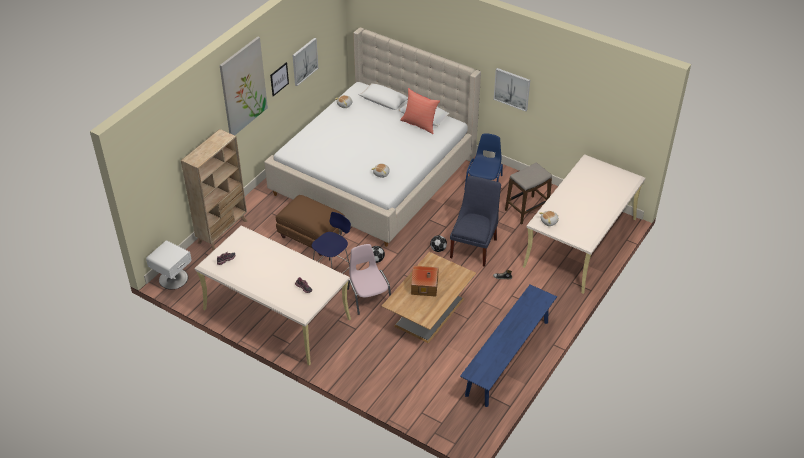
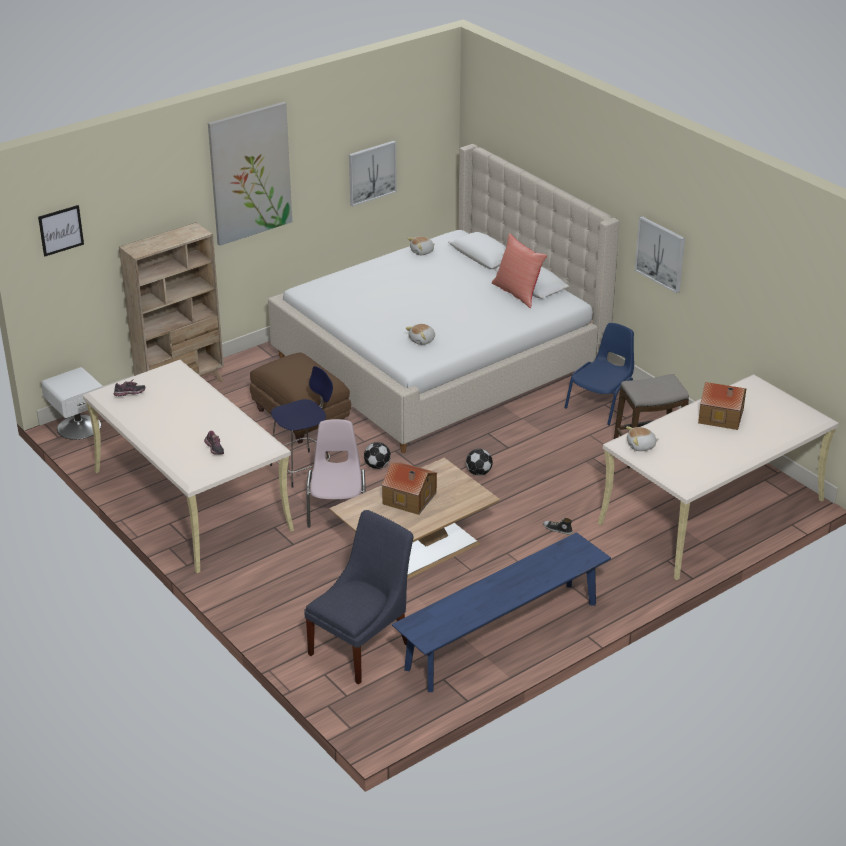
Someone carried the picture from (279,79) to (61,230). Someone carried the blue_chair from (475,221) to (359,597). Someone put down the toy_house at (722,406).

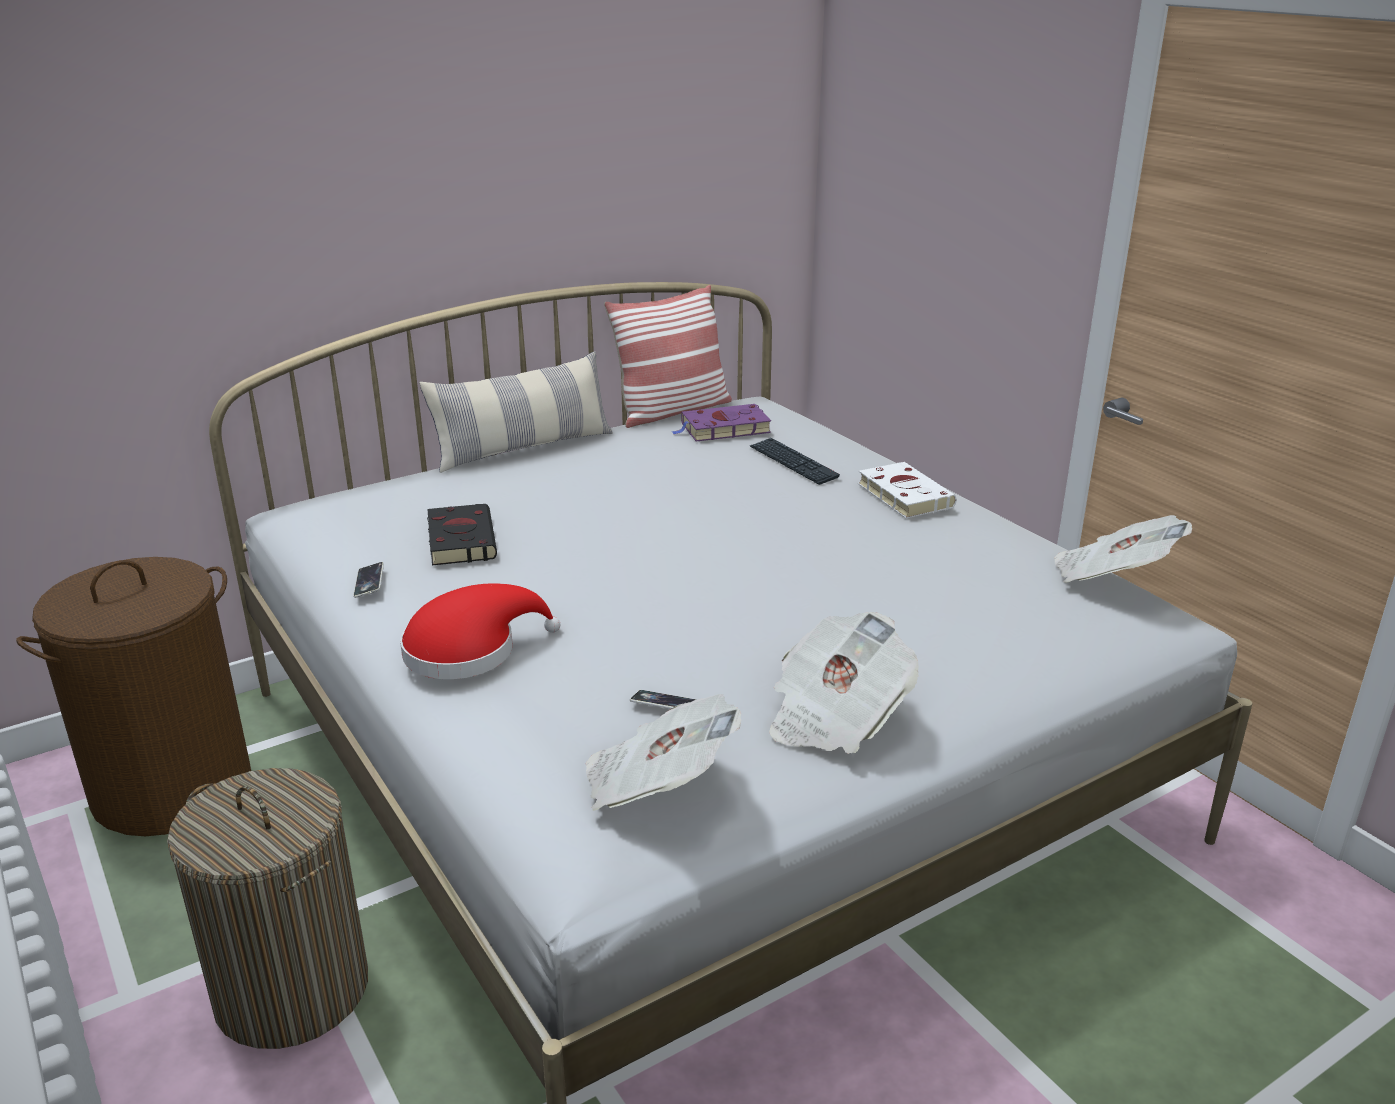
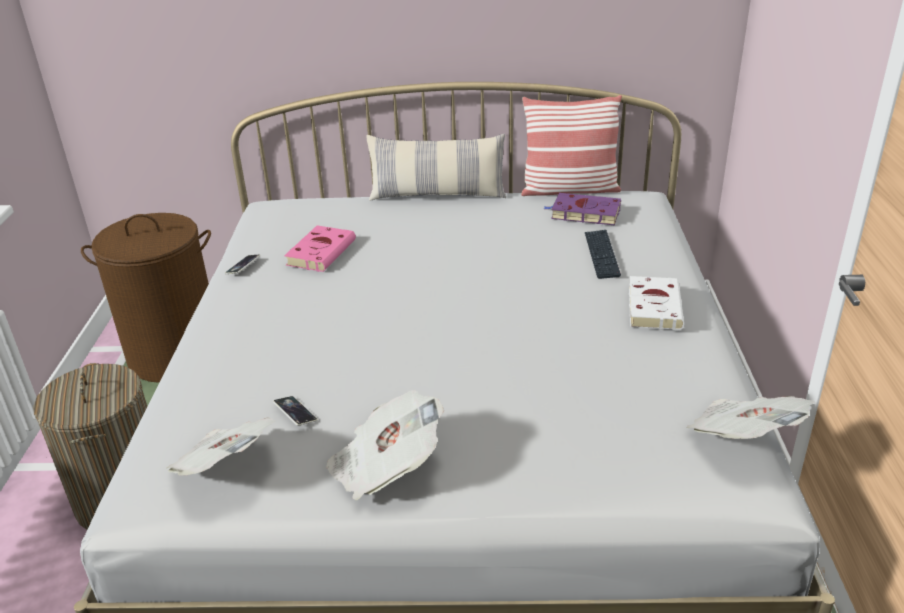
Someone repainted the black_book at (462,534), which became the pink_book at (320,248). Someone took away the red_hat at (480,631).

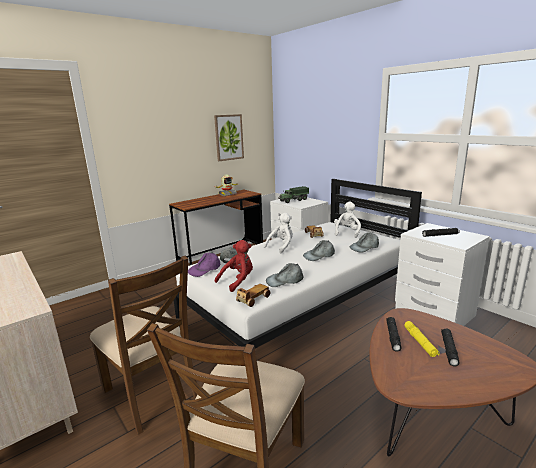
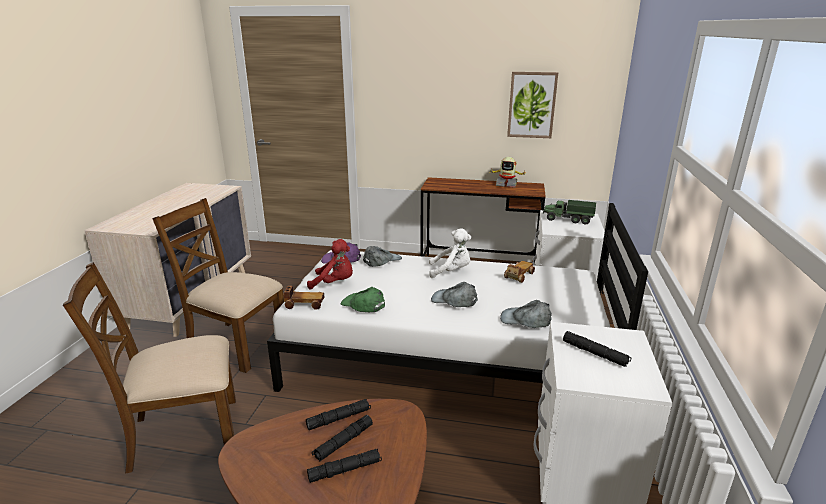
Someone rotated the brown_chair at (144,345) by 105 degrees clockwise. Someone repainted the yellow_flashlight at (422,339), which became the black_flashlight at (342,438). Someone repainted the grey_cap at (285,275), which became the green_cap at (363,299). Someone took away the white_plush_toy at (347,219).

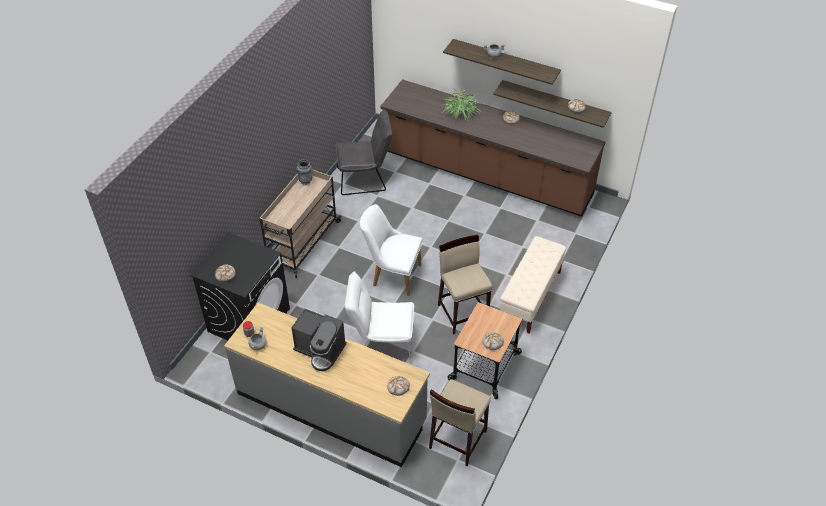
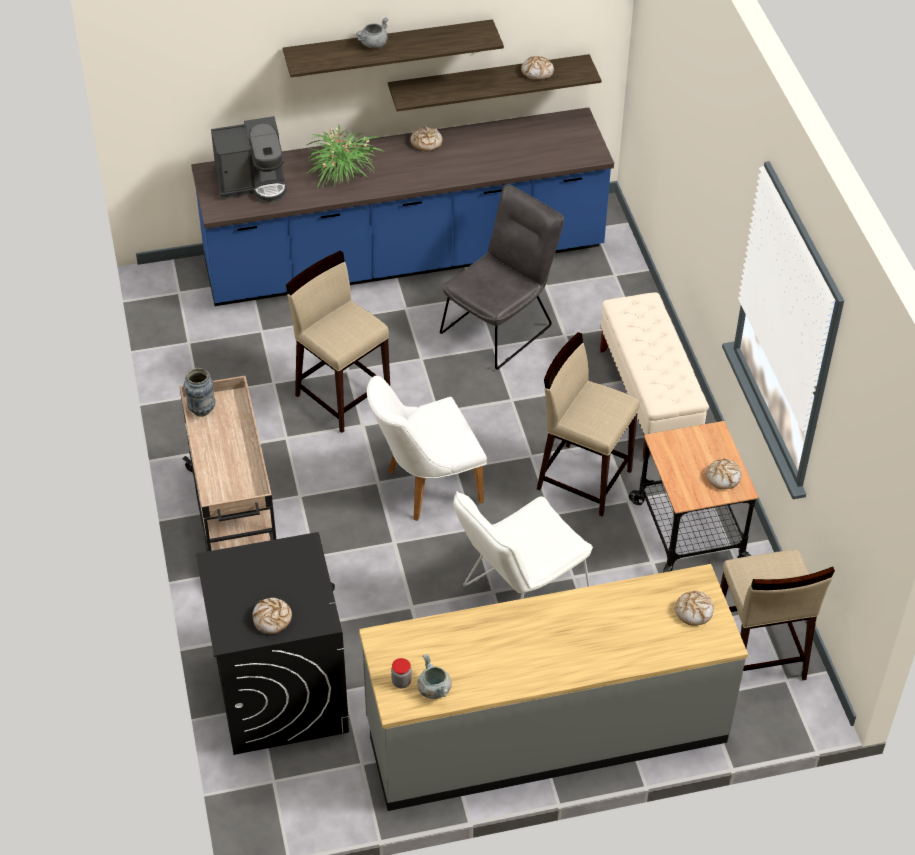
Someone repainted the brown_counter at (493,148), which became the blue_counter at (402,206). Someone carried the coffee_machine from (319,340) to (249,159). Someone put down the beige_stool at (338,342). Someone carried the grey_chair from (364,152) to (502,277).

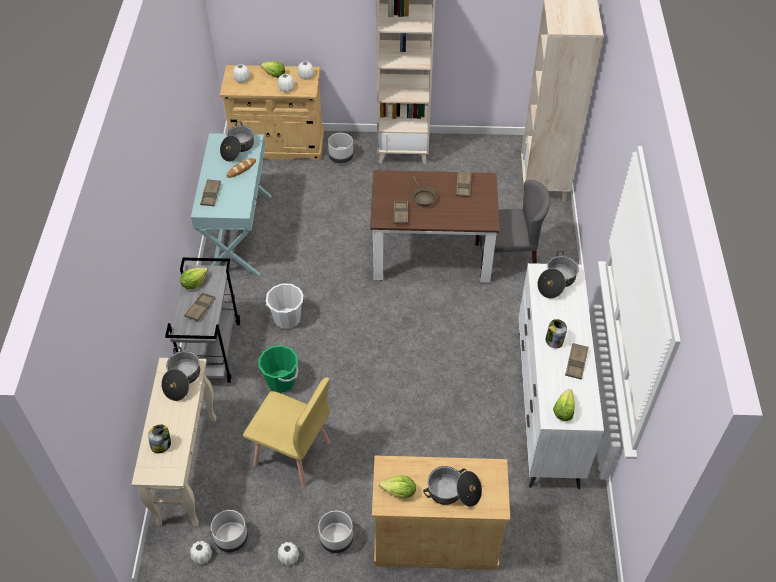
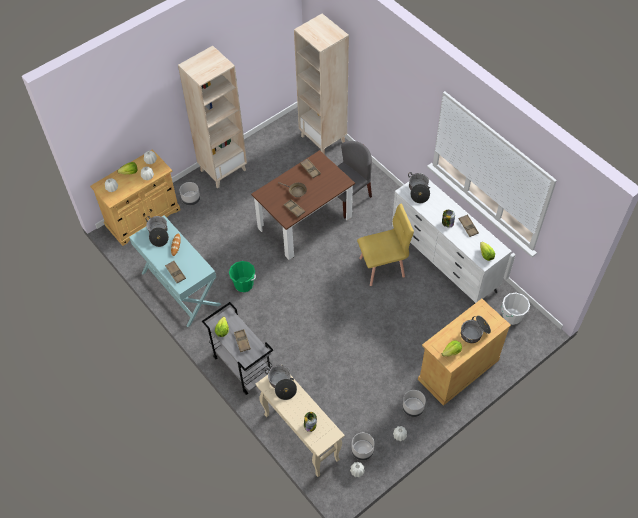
Someone carried the green_bucket from (278,369) to (242,276). Someone carried the yellow_chair from (286,432) to (385,245). Someone carried the white_bucket from (284,306) to (515,309).

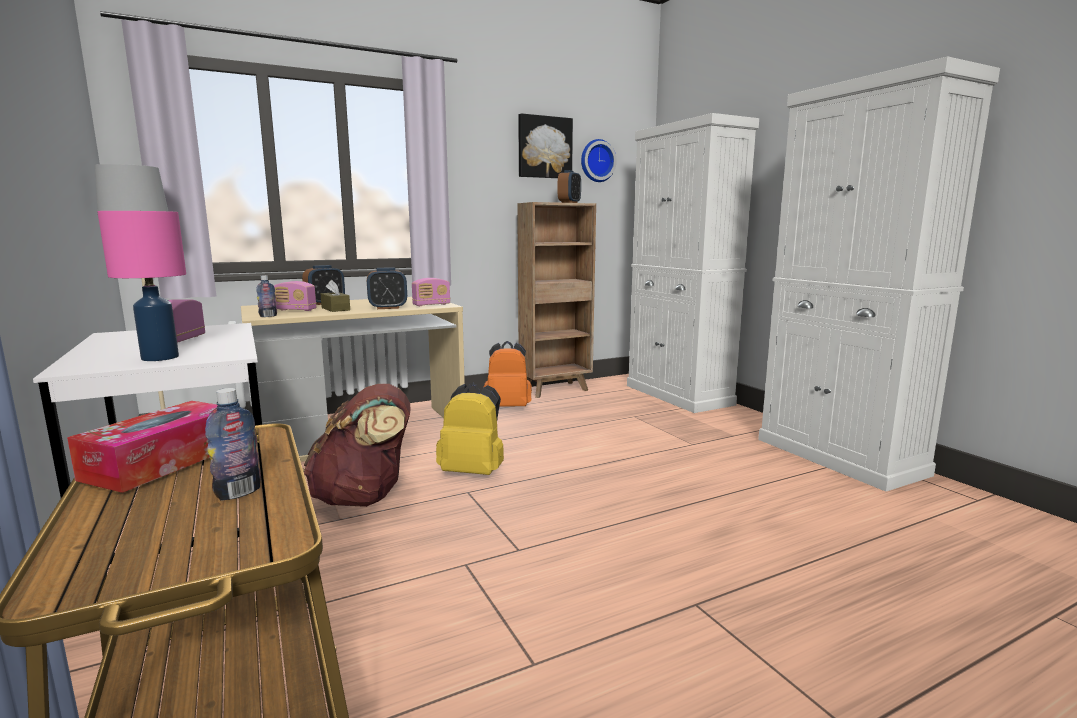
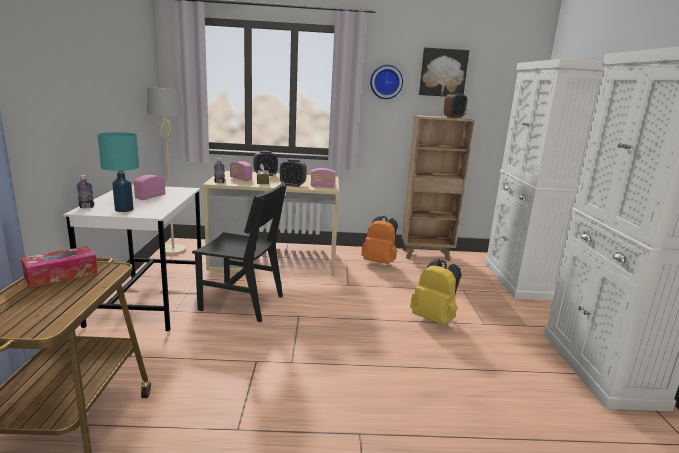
Someone carried the bottle from (233,444) to (85,191). Someone repainted the pink_table_lamp at (141,286), which became the turquoise_table_lamp at (118,172). Someone swapped the brown_backpack at (356,445) for the black_chair at (239,252). Someone carried the wall_clock from (599,160) to (386,82). Someone carried the yellow_backpack from (470,429) to (436,292).

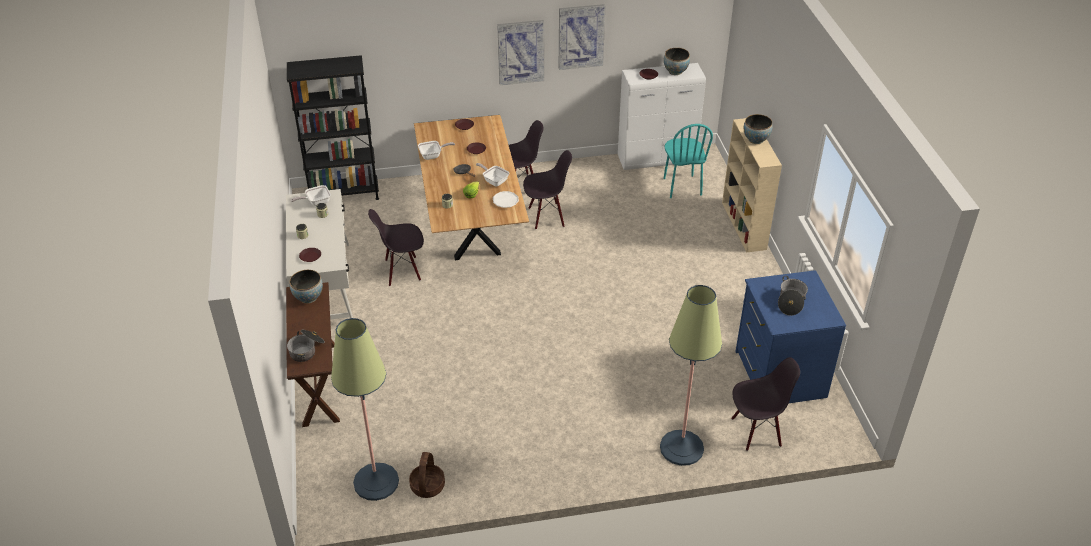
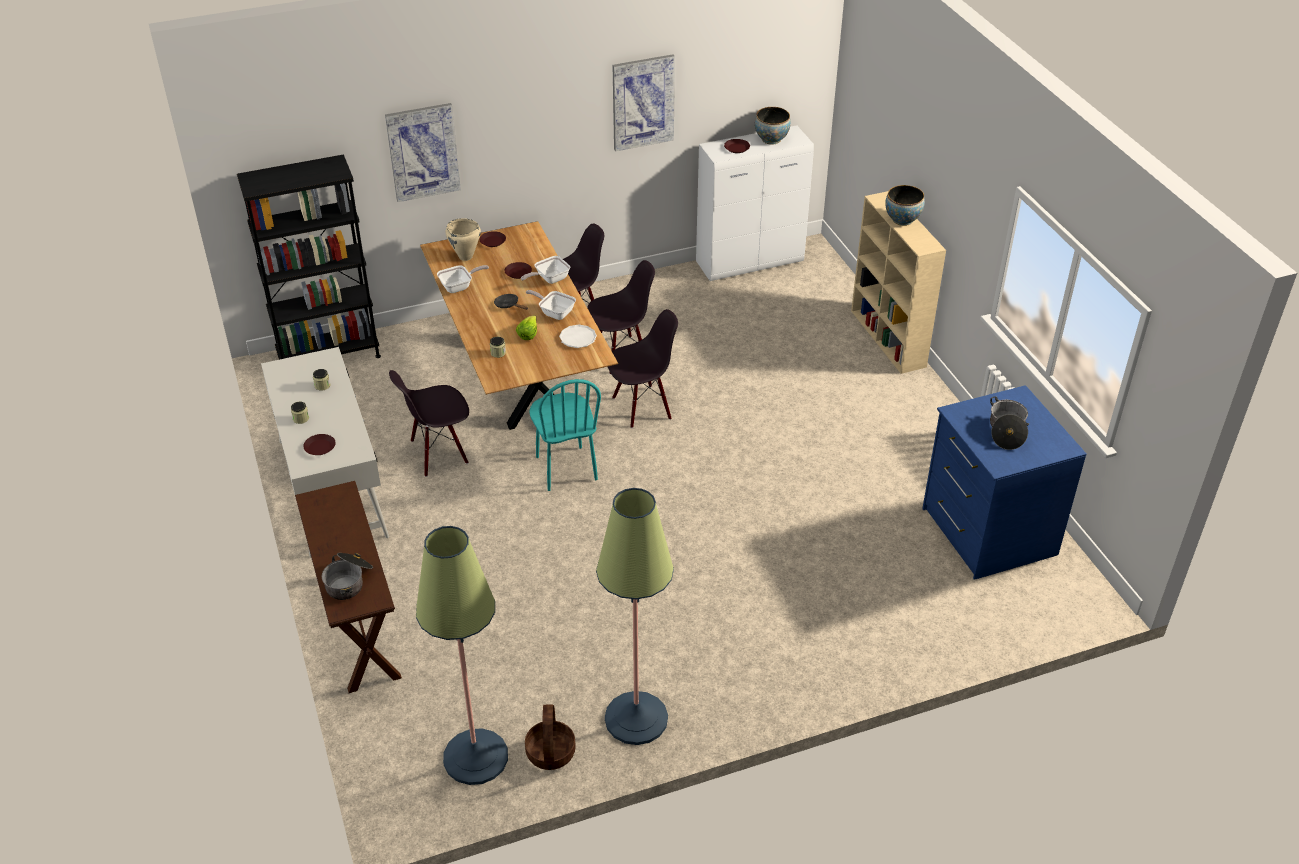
Someone carried the picture from (520,52) to (423,152). Someone put down the beige_cooking_pot at (463,239). Someone carried the frying_pan from (311,195) to (545,270). Someone carried the turquoise_chair from (688,161) to (565,435). Someone carried the floor_lamp from (691,375) to (635,616). Someone carried the black_chair from (765,404) to (643,368). Someone took away the bowl at (306,287).

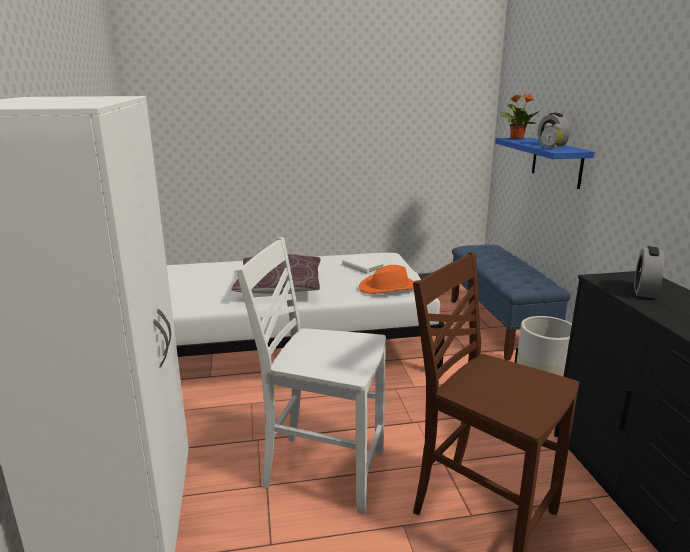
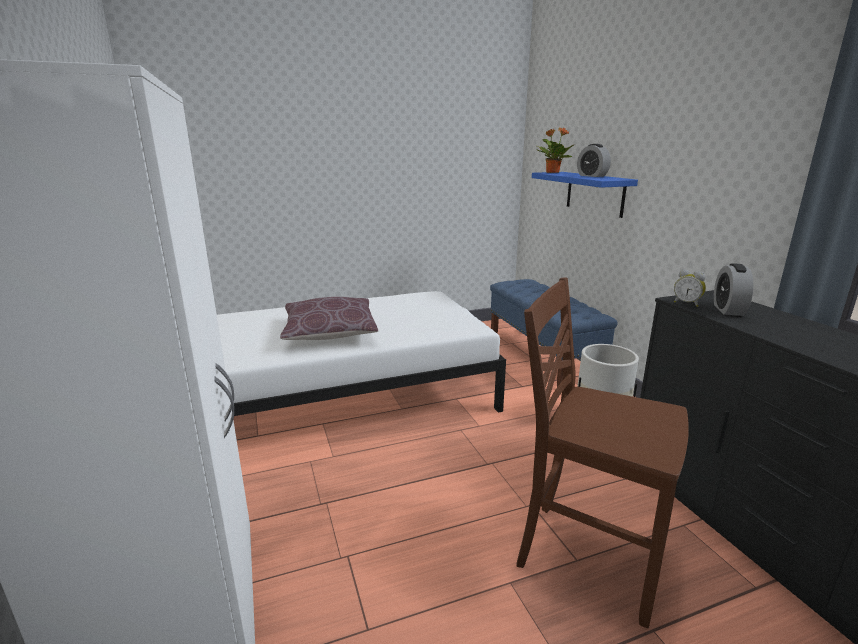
Someone carried the alarm_clock from (551,136) to (690,288). Someone took away the white_chair at (311,375). Someone took away the white_book at (363,264). Someone took away the orange_hat at (386,279).

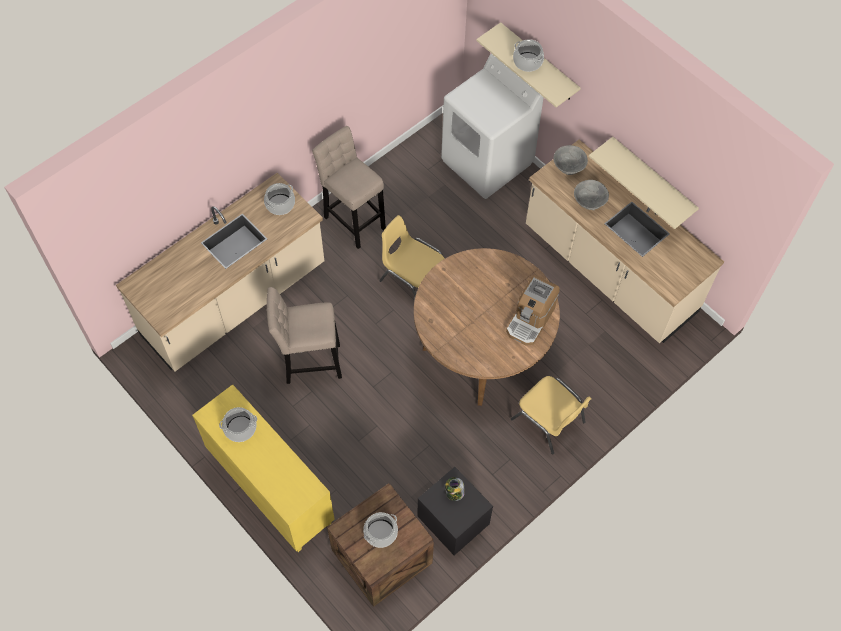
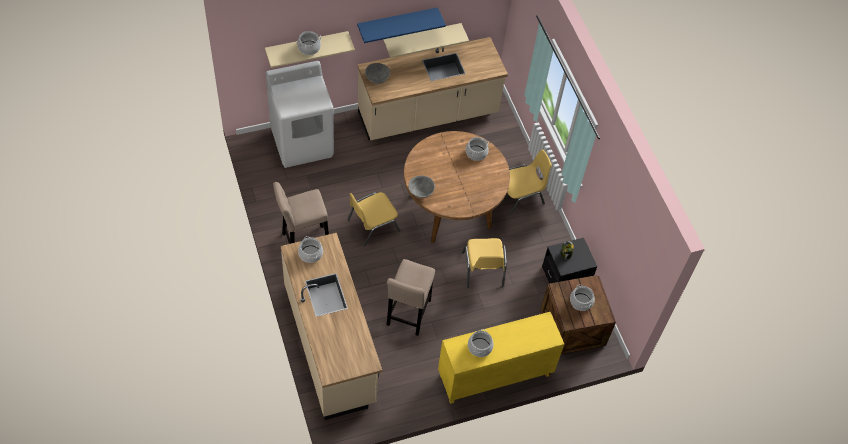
Someone put up the blue_shelf at (401,25). Someone carried the grey_bowl from (591,195) to (421,187). Someone put down the yellow_chair at (484,263). Someone swapped the coffee_machine at (533,310) for the cooking_pot at (477,149).

